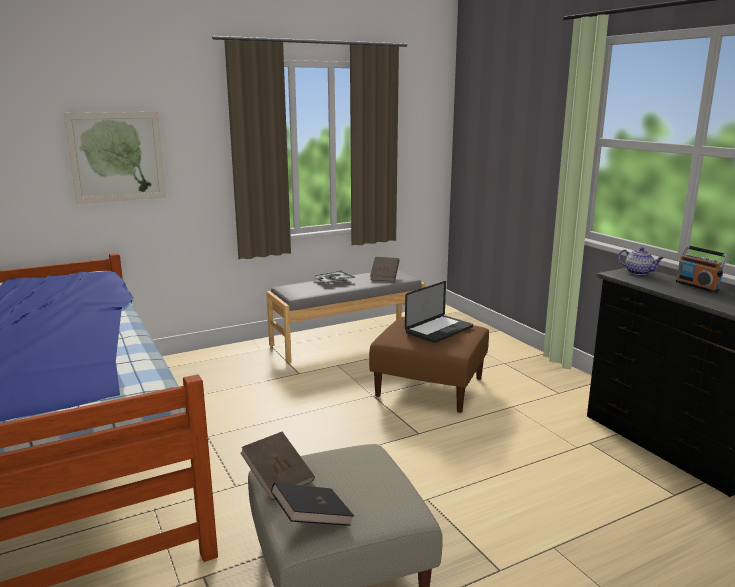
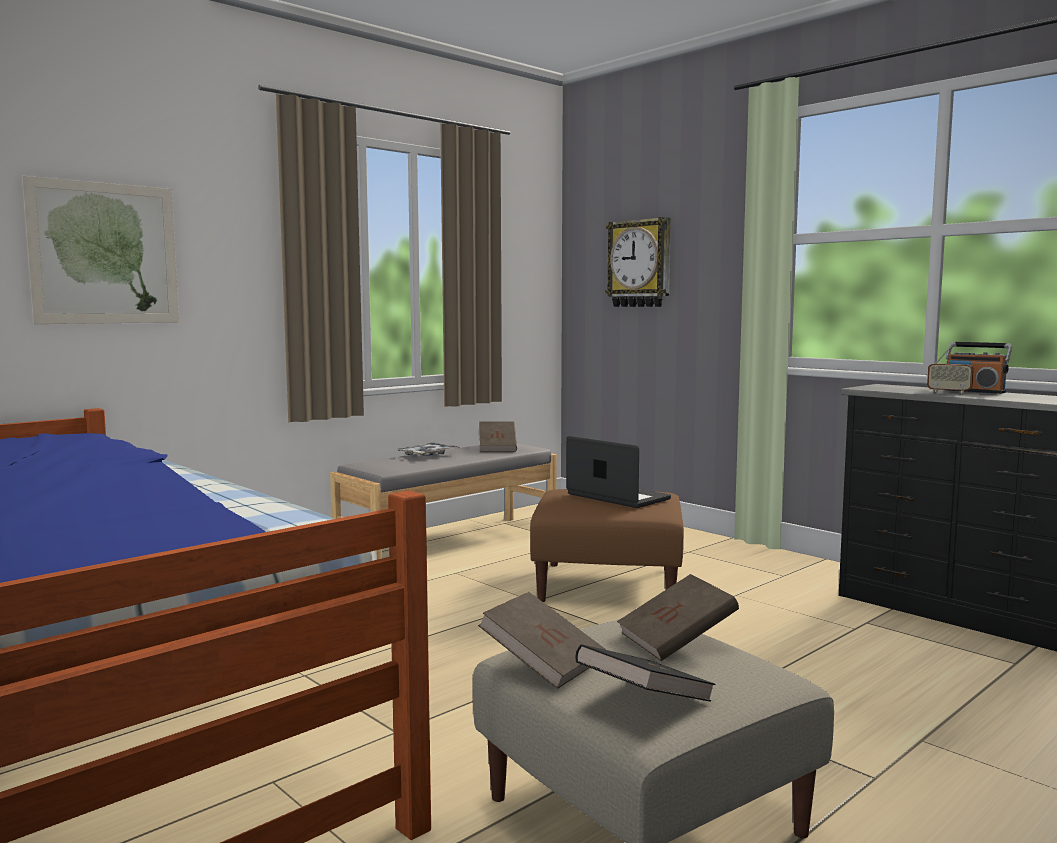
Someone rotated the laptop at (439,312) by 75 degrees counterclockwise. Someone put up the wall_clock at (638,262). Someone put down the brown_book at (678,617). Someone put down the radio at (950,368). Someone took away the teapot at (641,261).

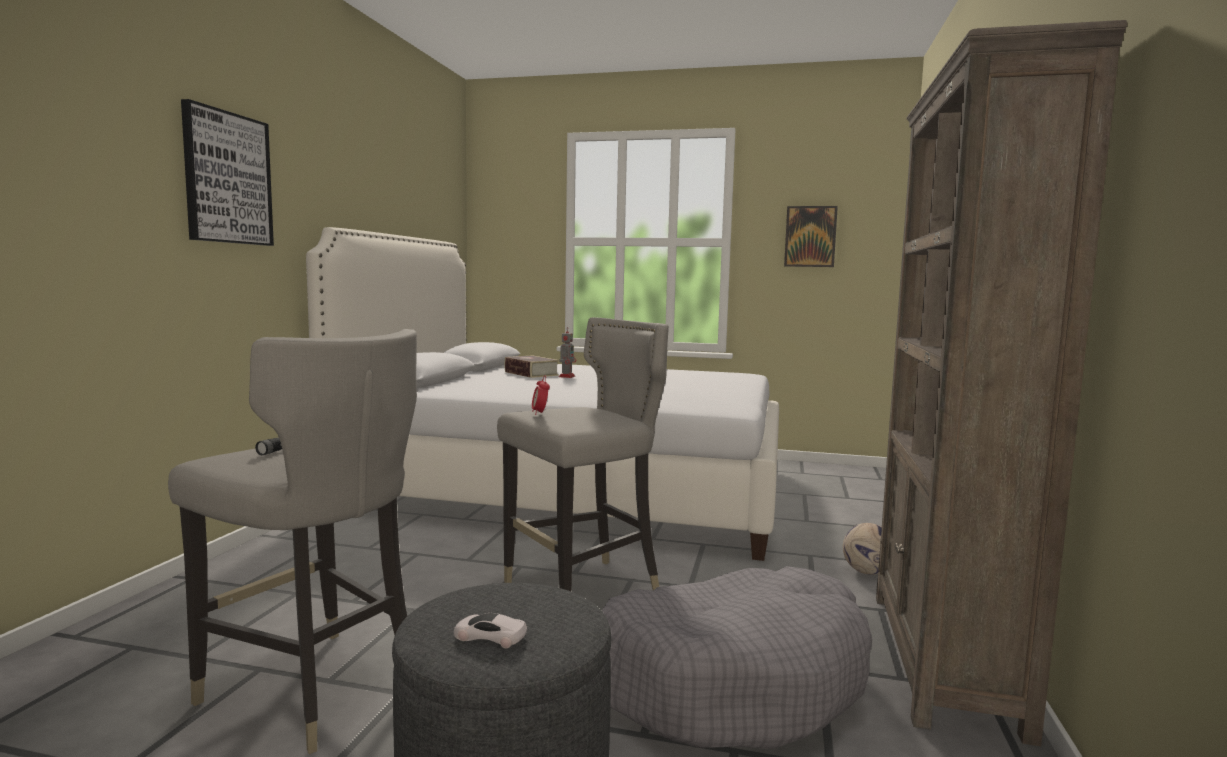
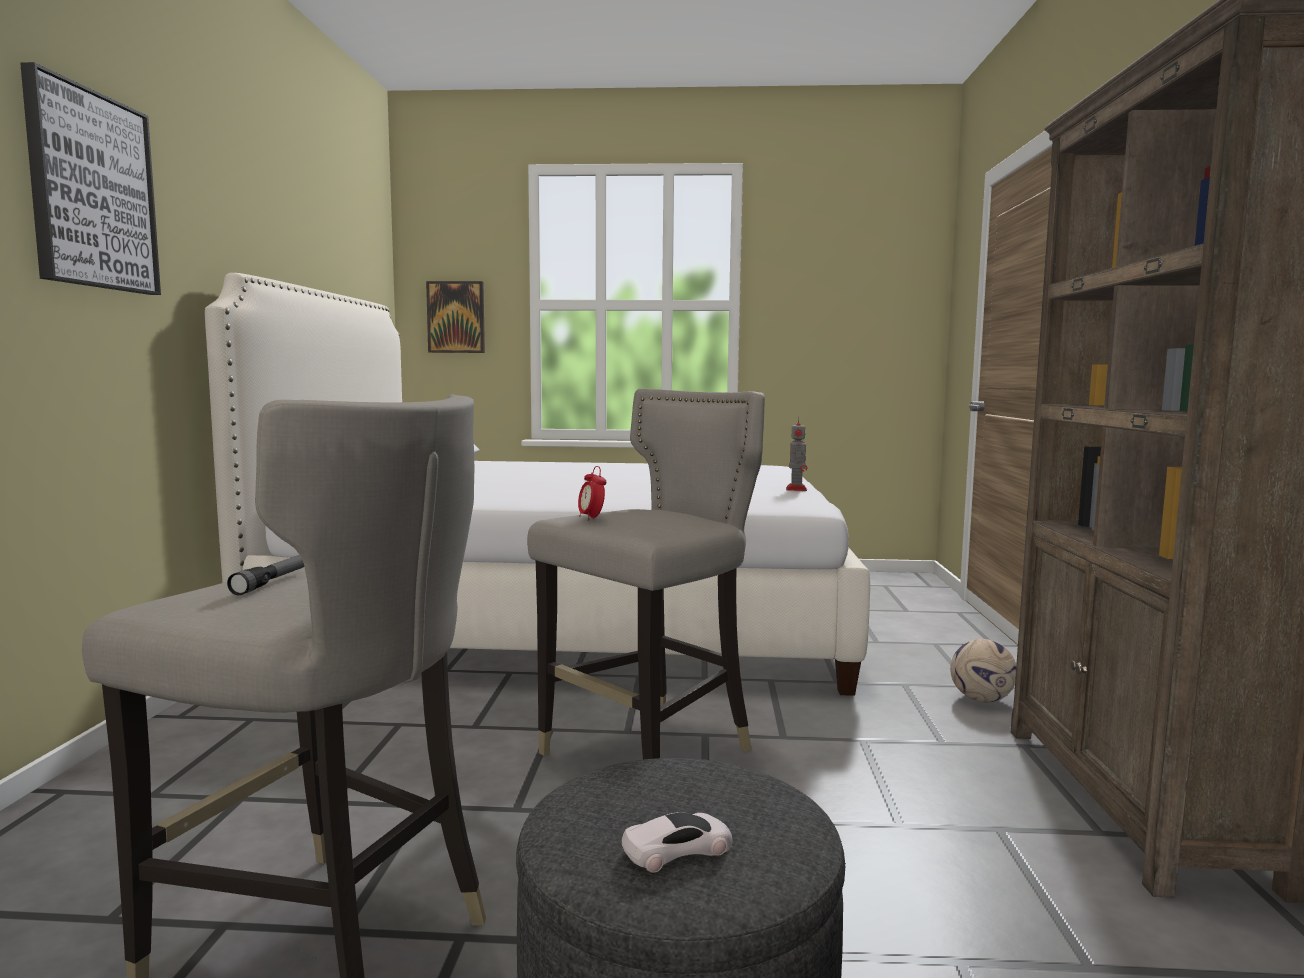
Someone carried the picture from (811,236) to (455,317). Someone rotated the white_toy_car at (490,630) by 150 degrees clockwise. Someone carried the toy_robot from (567,354) to (796,454). Someone took away the book at (531,366). Someone took away the grey_dog_bed at (737,657).

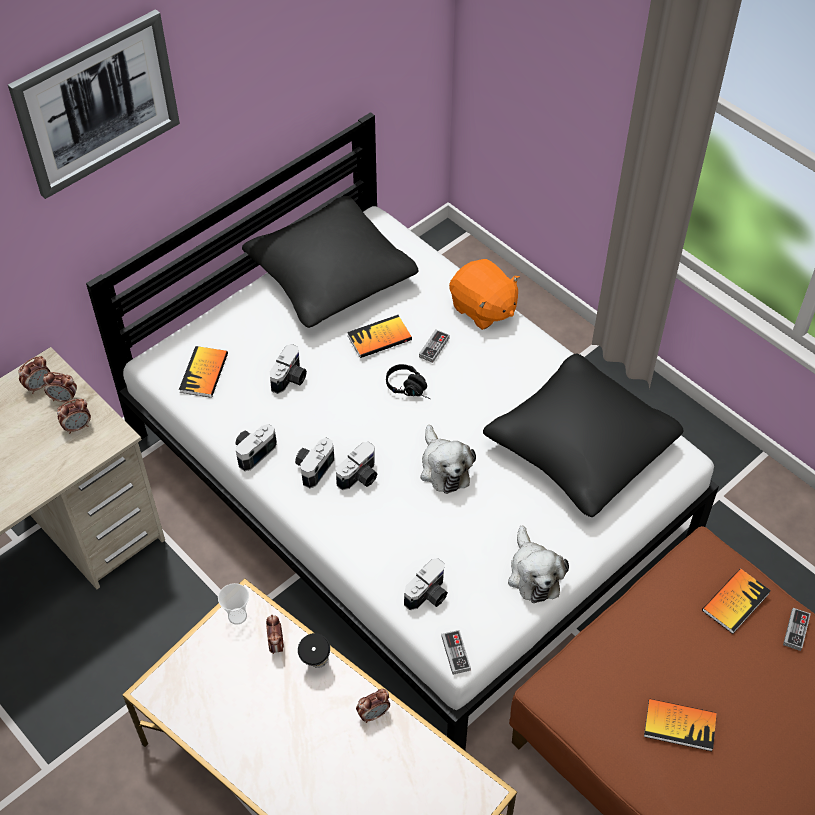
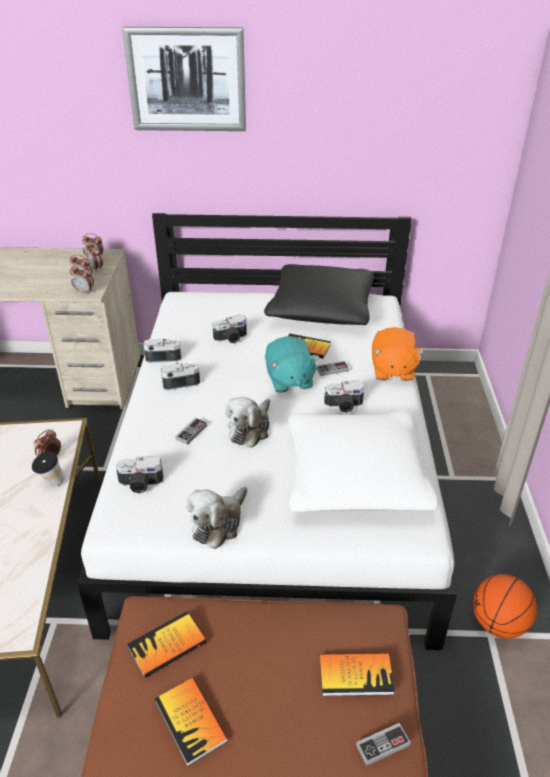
Someone carried the alarm_clock from (373,706) to (82,279). Someone carried the book from (203,372) to (166,644). Someone carried the game_controller from (456,652) to (191,431). Someone swapped the black_headphones at (408,381) for the turquoise_plush_toy at (292,365). Someone repainted the black_pillow at (583,435), which became the white_pillow at (363,461). Someone carried the photo_camera from (357,466) to (344,397). Someone put down the basketball at (505,606). Someone took away the cup at (233,604).

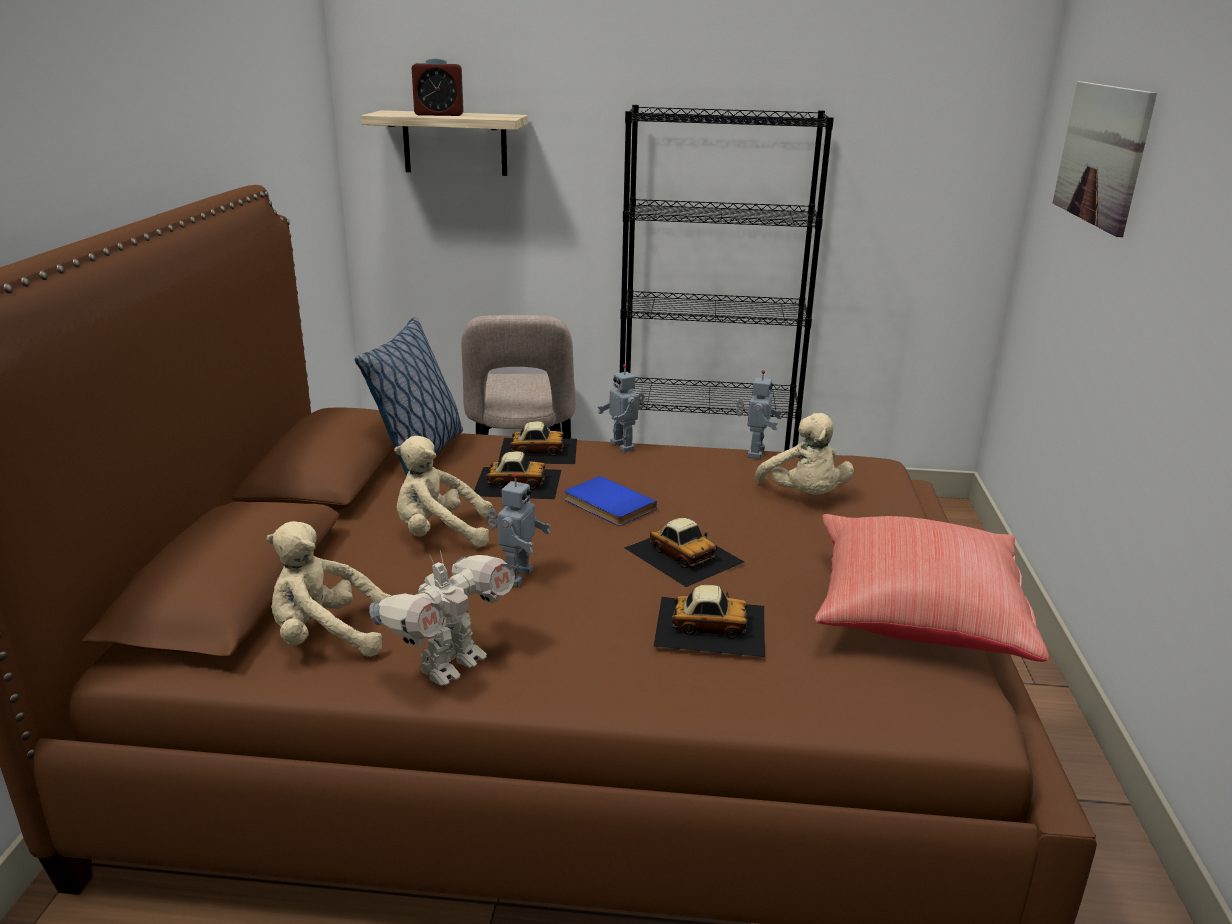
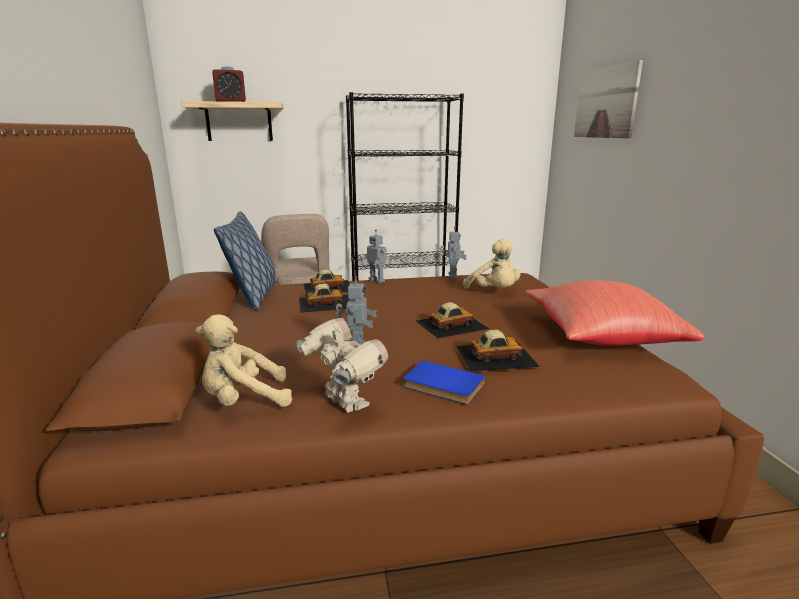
Someone rotated the toy_robot at (442,618) by 60 degrees counterclockwise. Someone carried the blue_book from (611,501) to (444,382). Someone rotated the toy_car at (684,552) by 60 degrees counterclockwise. Someone took away the beige_plush_toy at (443,492).

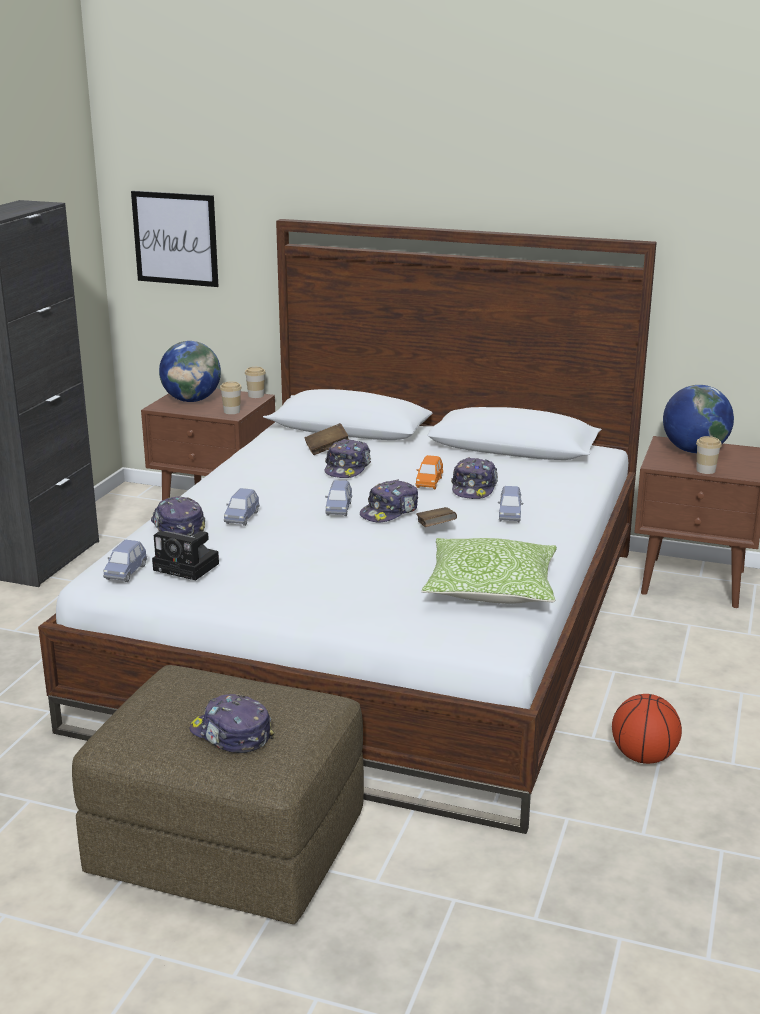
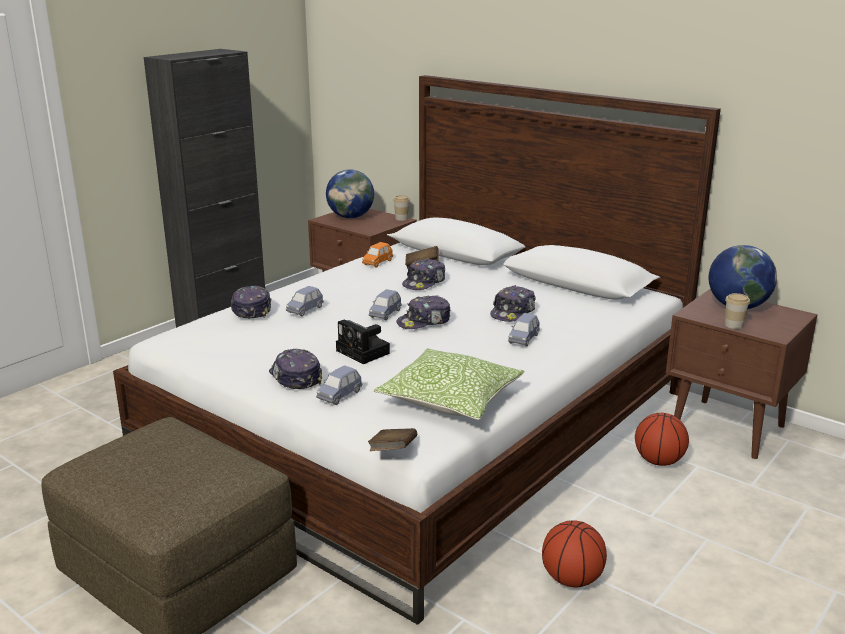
Someone carried the cap from (232,723) to (295,369). Someone carried the blue_toy_car from (125,561) to (339,385). Someone carried the photo_camera from (185,555) to (363,341). Someone carried the orange_toy_car from (429,472) to (377,255). Someone carried the brown_book from (436,517) to (392,439). Someone put down the basketball at (662,439). Someone took away the picture at (175,239). Someone took away the cup at (231,398).

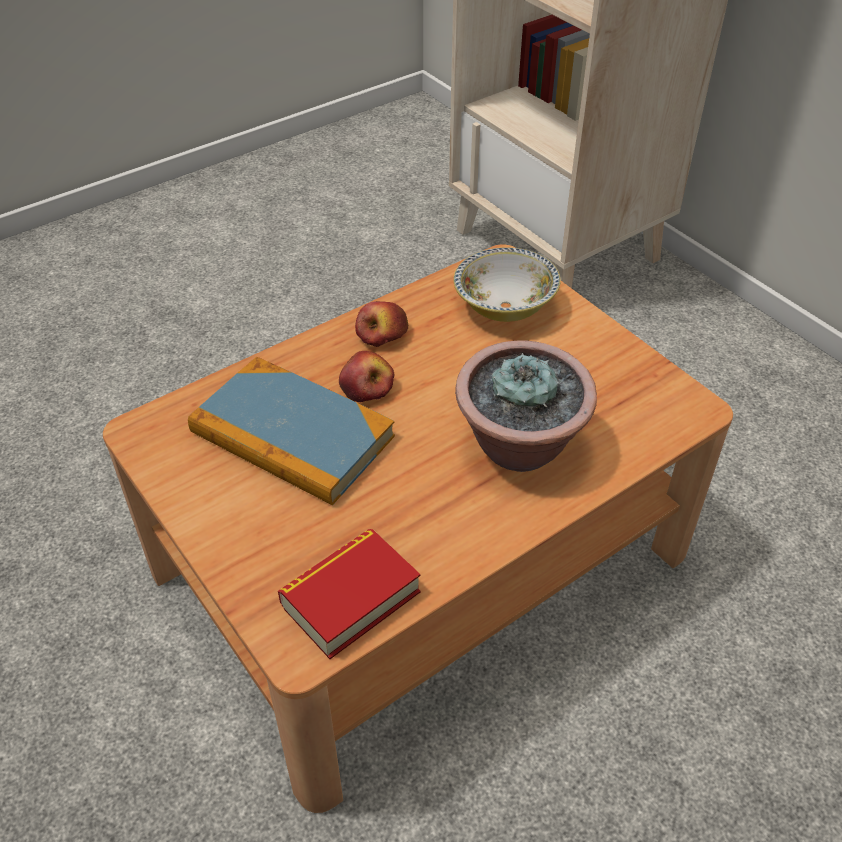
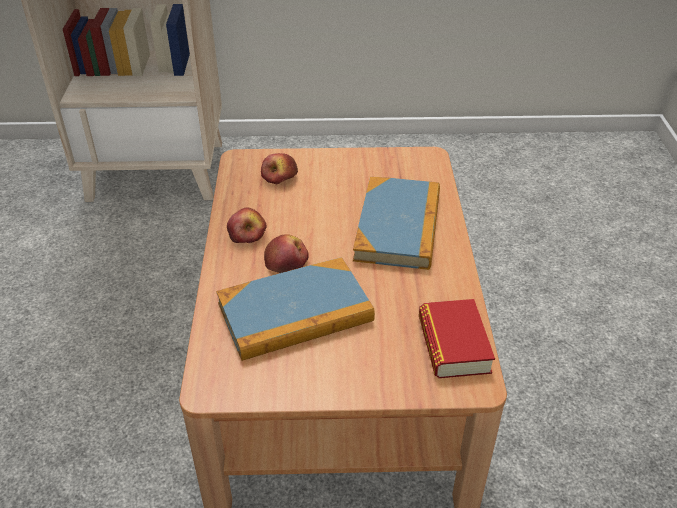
Someone swapped the bowl at (507,284) for the apple at (279,168). Someone swapped the potted_plant at (526,406) for the book at (396,223).

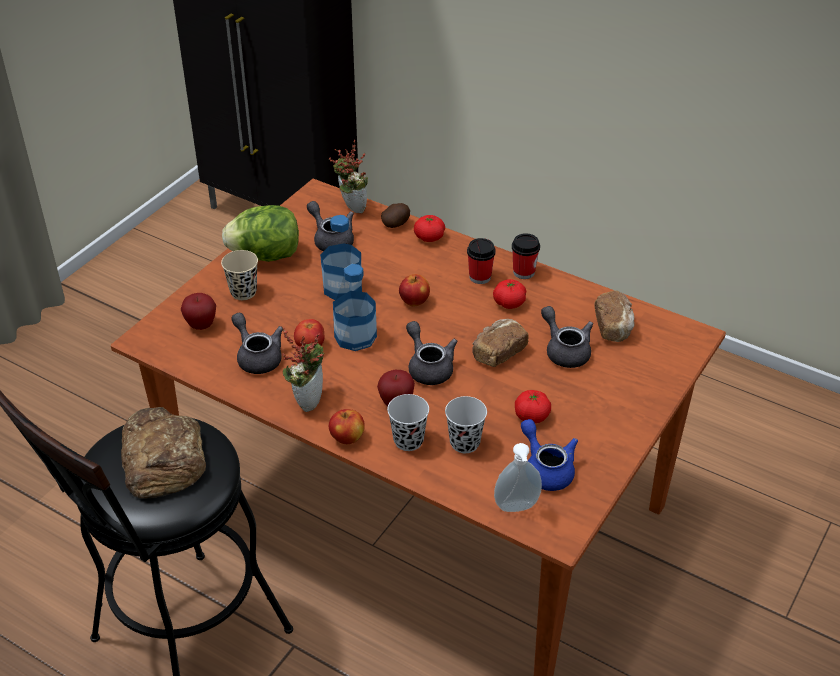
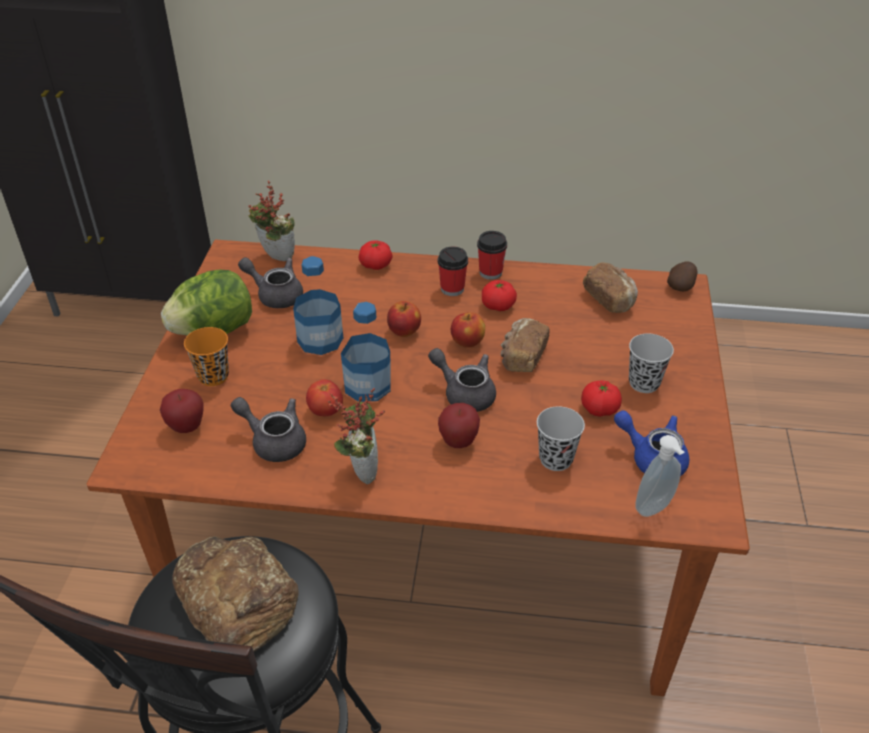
Someone repainted the beige_cup at (239,275), which became the orange_cup at (206,356). Someone carried the apple from (347,426) to (468,330). Someone carried the black_cup from (408,422) to (651,363). Someone carried the potato from (395,215) to (682,276). Someone took away the grey_teapot at (567,337).

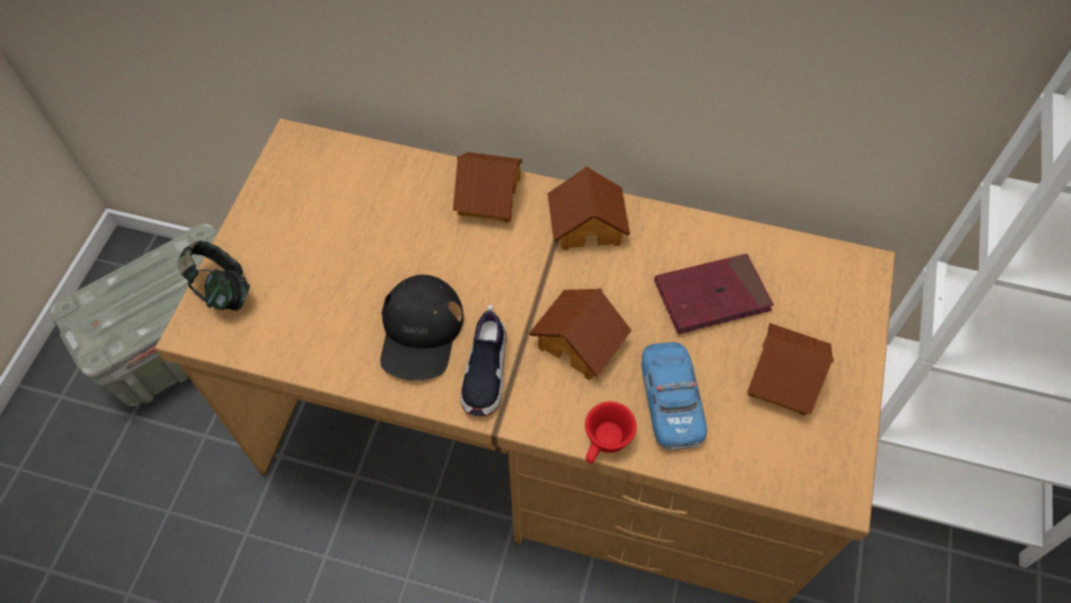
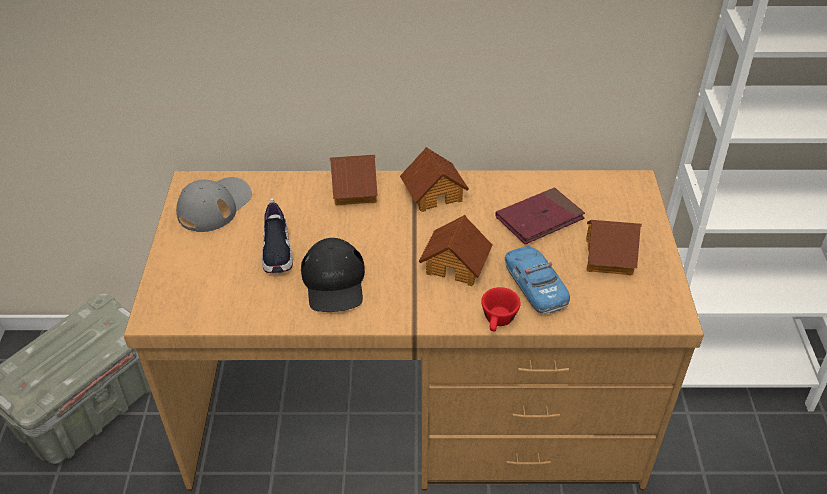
Someone put down the grey_cap at (214,204). Someone carried the shoe from (483,360) to (277,236). Someone took away the headphones at (213,276).

